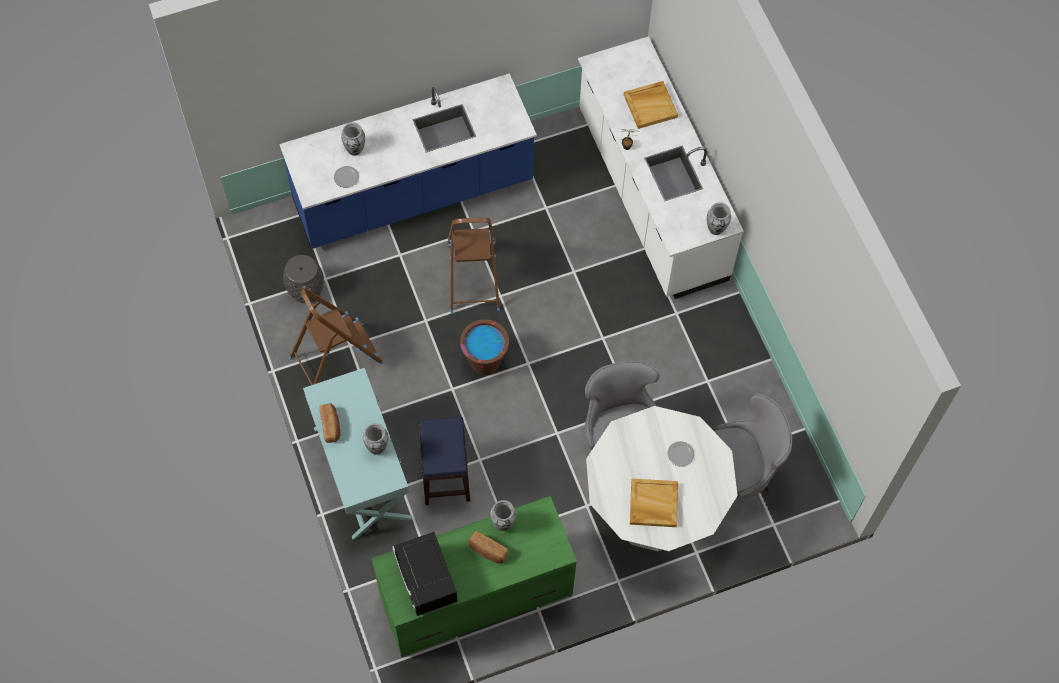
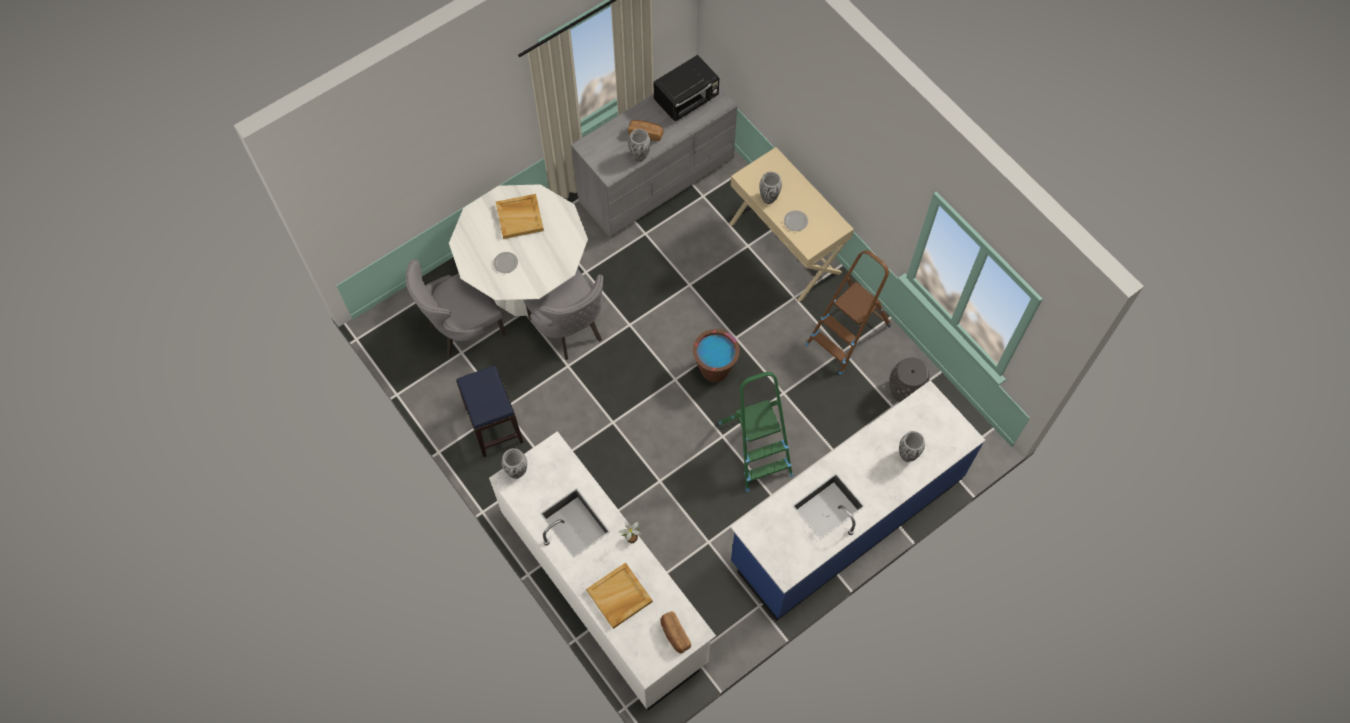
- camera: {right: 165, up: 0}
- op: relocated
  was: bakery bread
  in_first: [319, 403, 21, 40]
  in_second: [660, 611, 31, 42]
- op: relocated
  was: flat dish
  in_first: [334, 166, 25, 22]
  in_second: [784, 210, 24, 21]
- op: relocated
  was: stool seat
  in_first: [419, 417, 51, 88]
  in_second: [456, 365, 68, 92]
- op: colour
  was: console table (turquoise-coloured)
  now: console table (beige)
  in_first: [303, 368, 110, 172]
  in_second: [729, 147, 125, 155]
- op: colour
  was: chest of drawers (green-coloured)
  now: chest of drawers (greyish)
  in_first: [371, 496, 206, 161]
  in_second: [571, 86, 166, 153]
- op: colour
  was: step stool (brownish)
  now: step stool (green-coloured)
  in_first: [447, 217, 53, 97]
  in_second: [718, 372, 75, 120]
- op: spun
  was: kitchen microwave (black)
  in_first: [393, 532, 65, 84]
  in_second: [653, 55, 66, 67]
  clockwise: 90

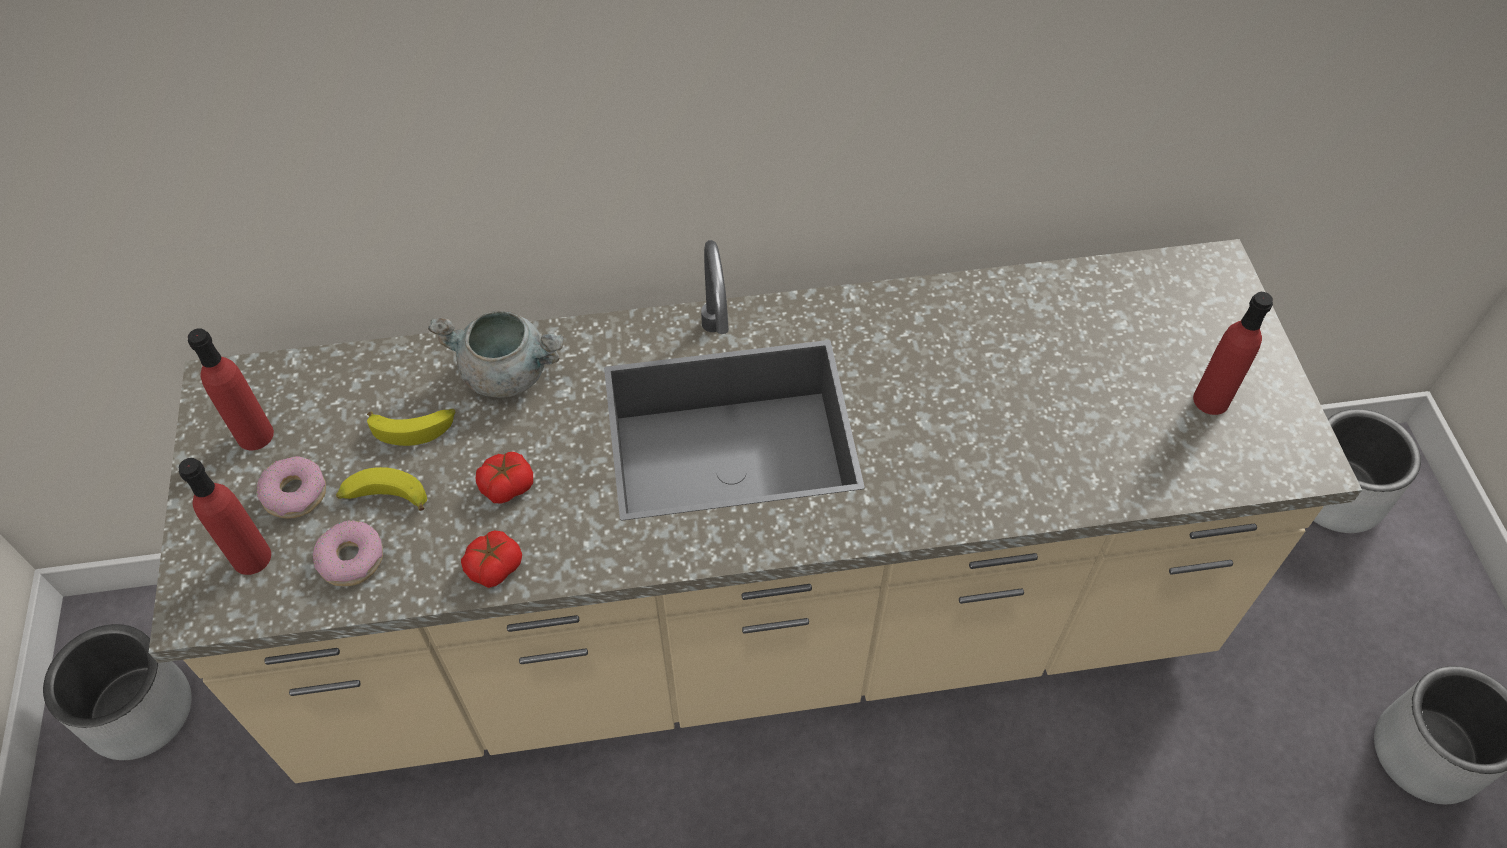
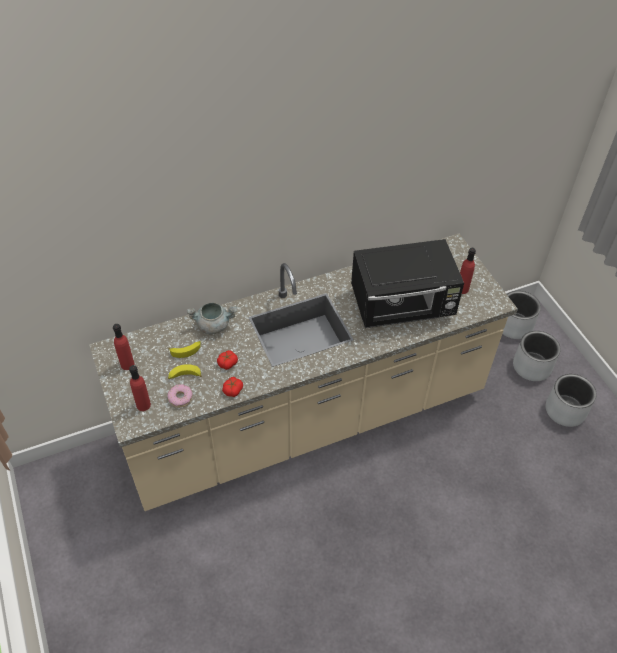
- camera: {right: -15, up: -5}
- op: missing
  was: doughnut
  in_first: [257, 456, 69, 63]
- op: appeared
  now: kitchen microwave (black)
  in_second: [351, 239, 113, 89]
- op: relocated
  was: plant pot (greyish)
  in_first: [43, 624, 149, 136]
  in_second: [513, 331, 48, 50]

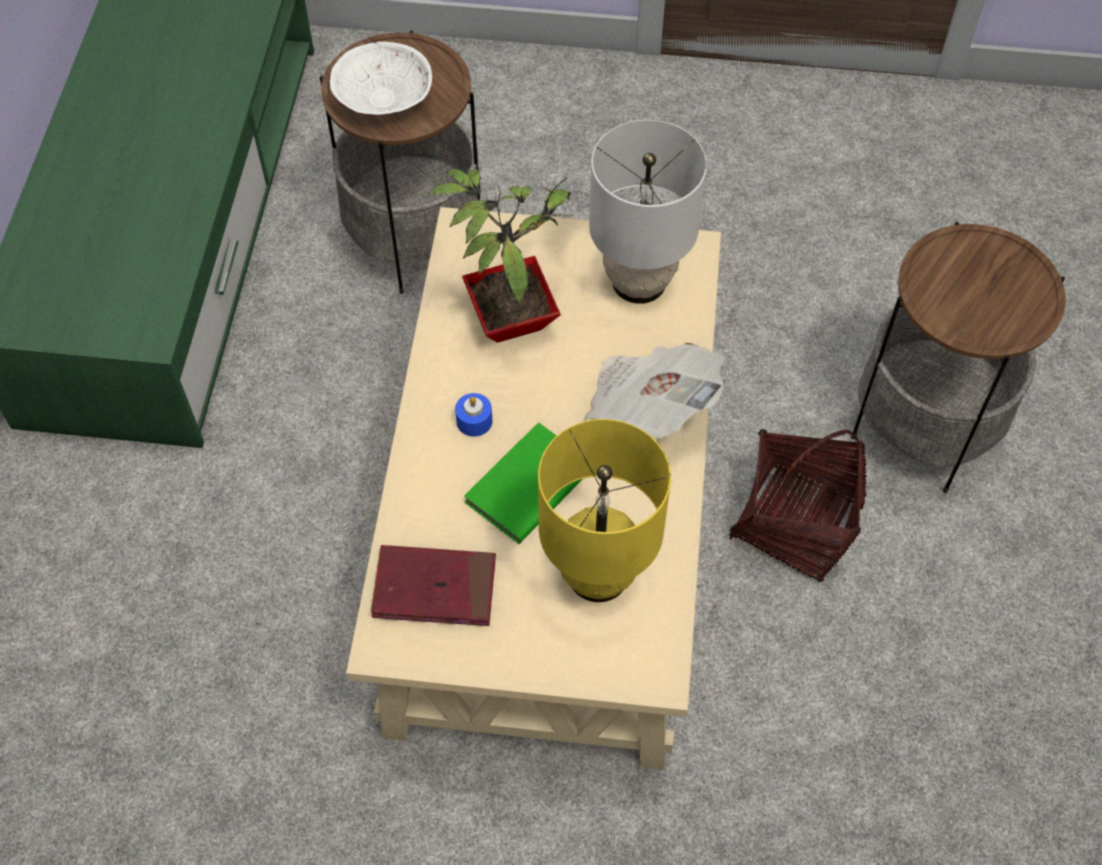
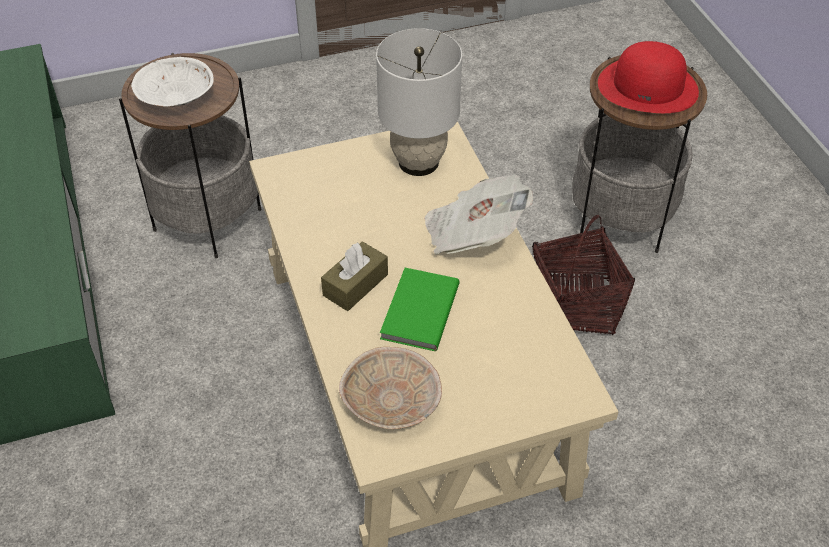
- camera: {right: -25, up: -10}
- op: missing
  was: plant in a pot
  in_first: [428, 168, 146, 175]
- op: missing
  was: table lamp (yellow)
  in_first: [538, 419, 133, 183]
- op: appeared
  now: wearable hat (red-coloured)
  in_second: [598, 41, 101, 72]
- op: exchanged
  was: volume (red-coloured)
  now: bowl (beige)
  in_first: [371, 545, 125, 81]
  in_second: [339, 347, 103, 82]
- op: exchanged
  was: wax candle (bluish)
  now: box of tissues (brownish)
  in_first: [455, 393, 37, 44]
  in_second: [321, 241, 67, 70]

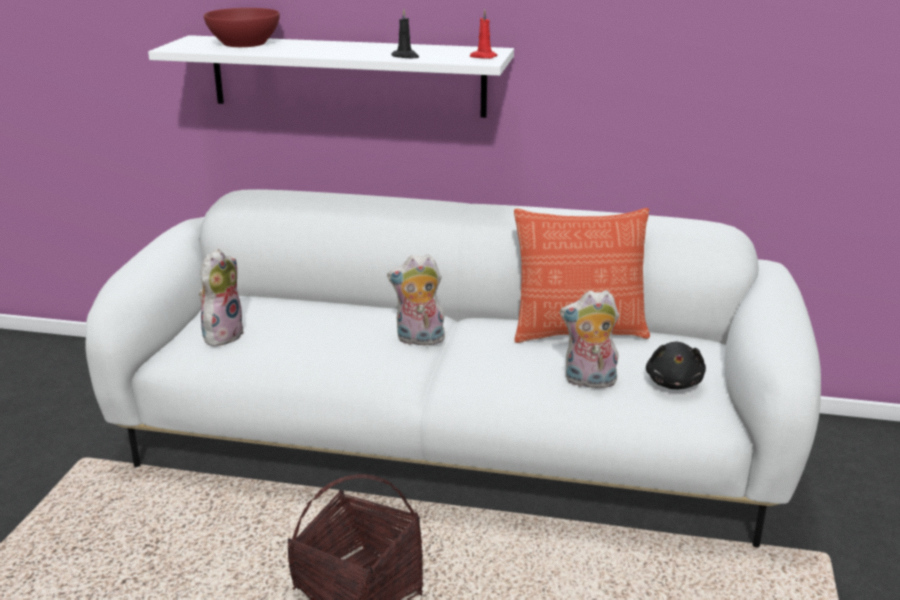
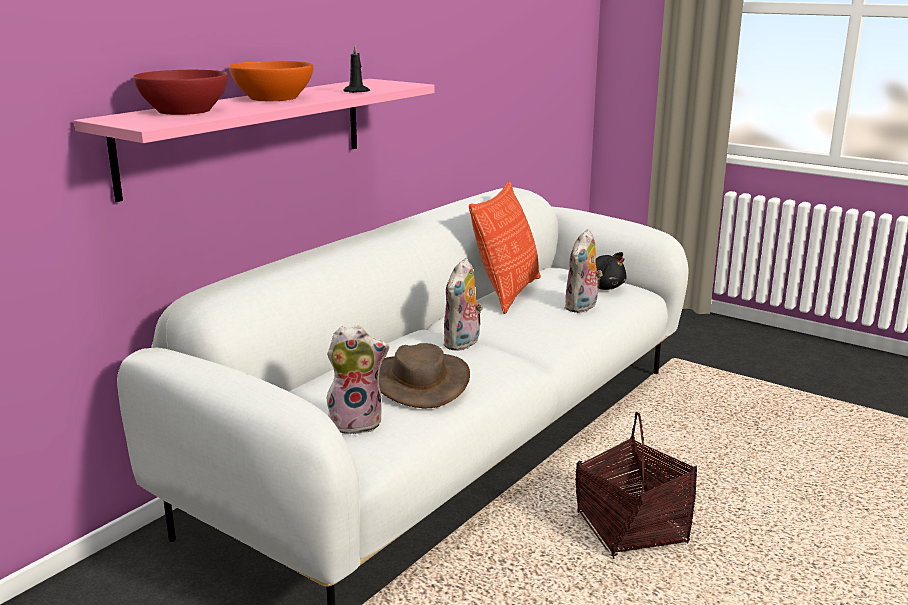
- camera: {right: -65, up: -5}
- op: missing
  was: wax candle (red-coloured)
  in_first: [470, 9, 28, 50]
- op: appeared
  now: bowl (orange-coloured)
  in_second: [229, 61, 84, 40]
- op: appeared
  now: wearable hat (brownish)
  in_second: [379, 343, 91, 66]
- op: colour
  was: shelf (white)
  now: shelf (pink-coloured)
  in_first: [148, 35, 366, 83]
  in_second: [74, 79, 361, 123]
- op: spun
  was: cuddly toy
  in_first: [199, 249, 45, 97]
  in_second: [327, 326, 62, 109]
  clockwise: 120

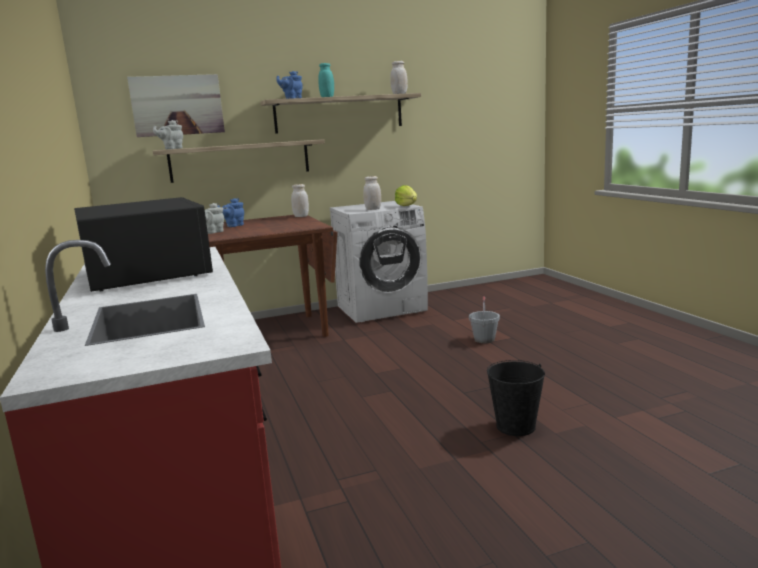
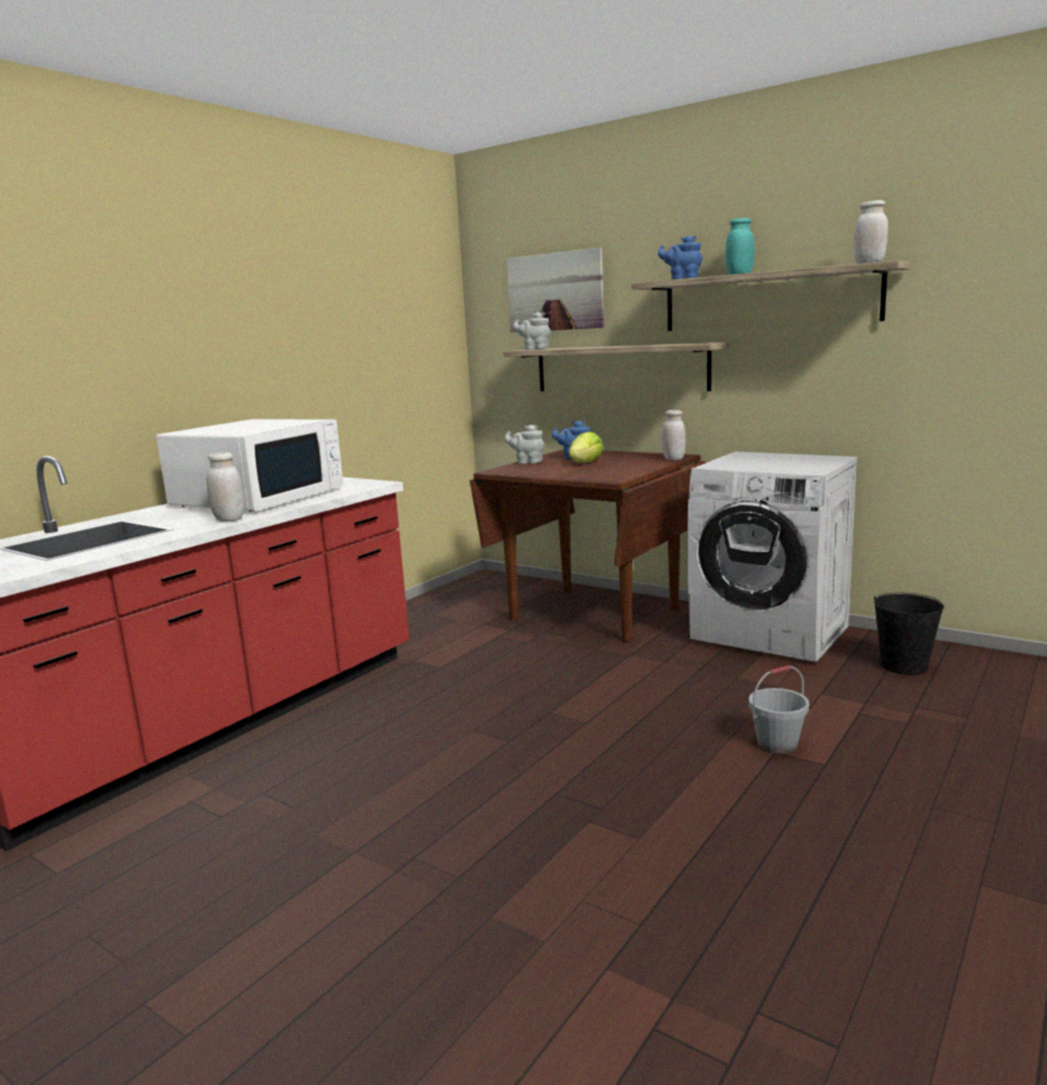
- camera: {right: 55, up: 0}
- op: relocated
  was: preserve jar (white)
  in_first: [363, 176, 18, 34]
  in_second: [206, 452, 38, 70]
- op: relocated
  was: lettuce
  in_first: [395, 185, 22, 21]
  in_second: [569, 431, 34, 32]
- op: relocated
  was: water bucket (black)
  in_first: [487, 360, 58, 76]
  in_second: [874, 592, 70, 83]
- op: colour
  was: kitchen microwave (black)
  now: kitchen microwave (white)
  in_first: [74, 197, 139, 95]
  in_second: [156, 419, 187, 93]

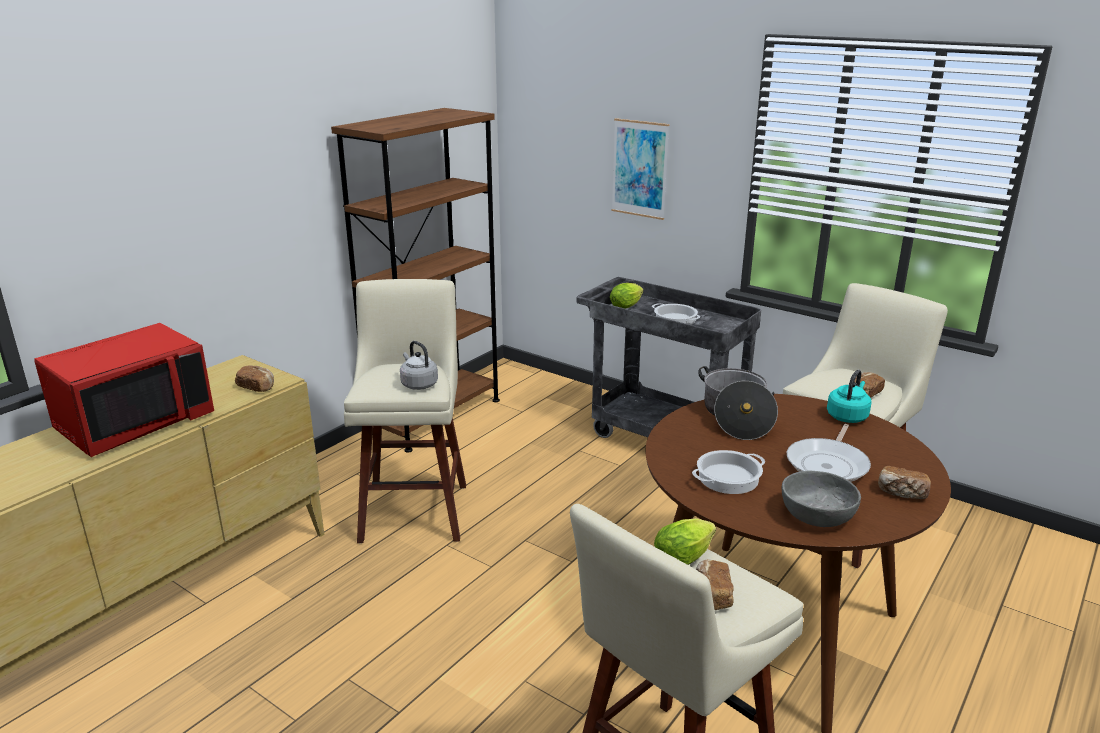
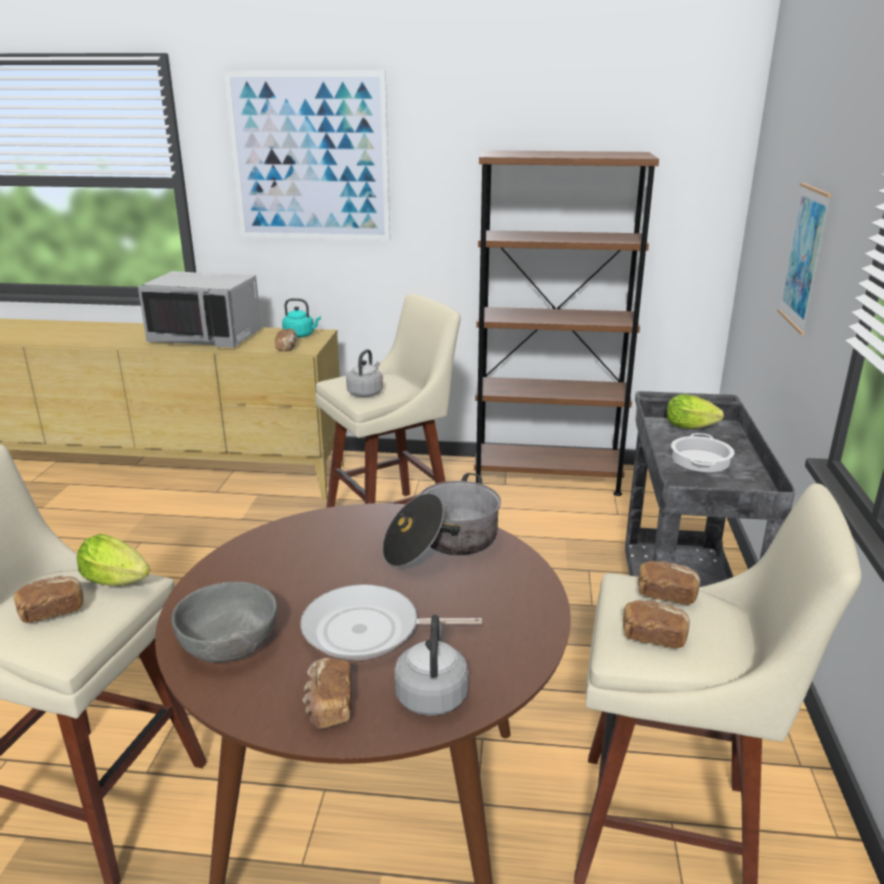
- camera: {right: 60, up: 0}
- op: missing
  was: stockpot
  in_first: [692, 450, 73, 44]
- op: appeared
  now: wall art
  in_second: [224, 71, 166, 169]
- op: appeared
  now: water kettle (greyish)
  in_second: [394, 615, 75, 101]
- op: appeared
  now: bakery bread
  in_second: [638, 561, 62, 44]
- op: relocated
  was: water kettle (turquoise-coloured)
  in_first: [827, 370, 45, 53]
  in_second: [282, 298, 39, 40]
- op: colour
  was: kitchen microwave (red-coloured)
  now: kitchen microwave (greyish)
  in_first: [34, 323, 180, 134]
  in_second: [138, 271, 123, 76]

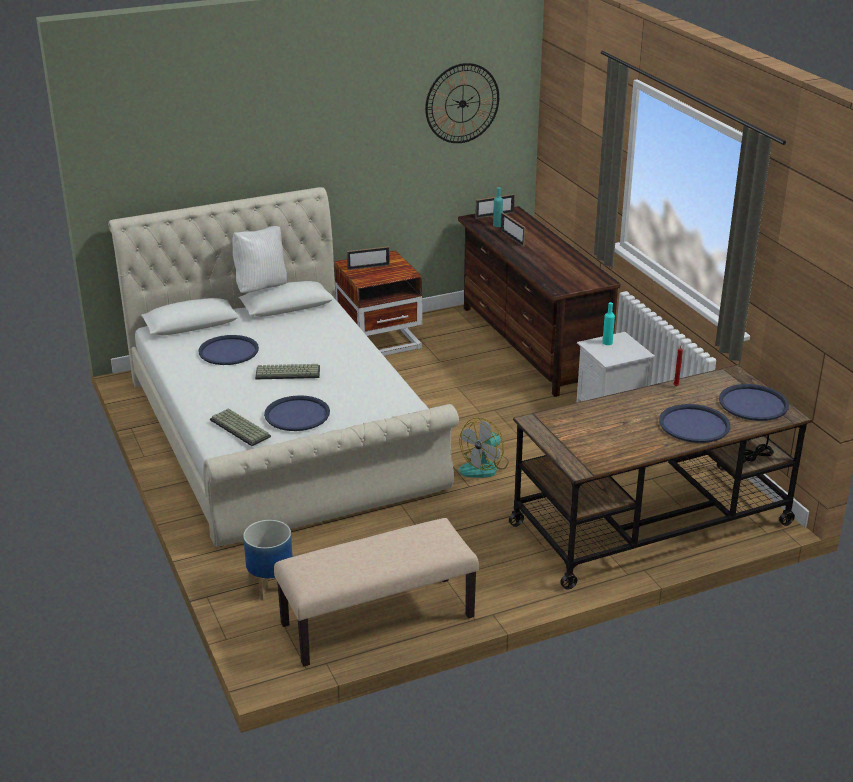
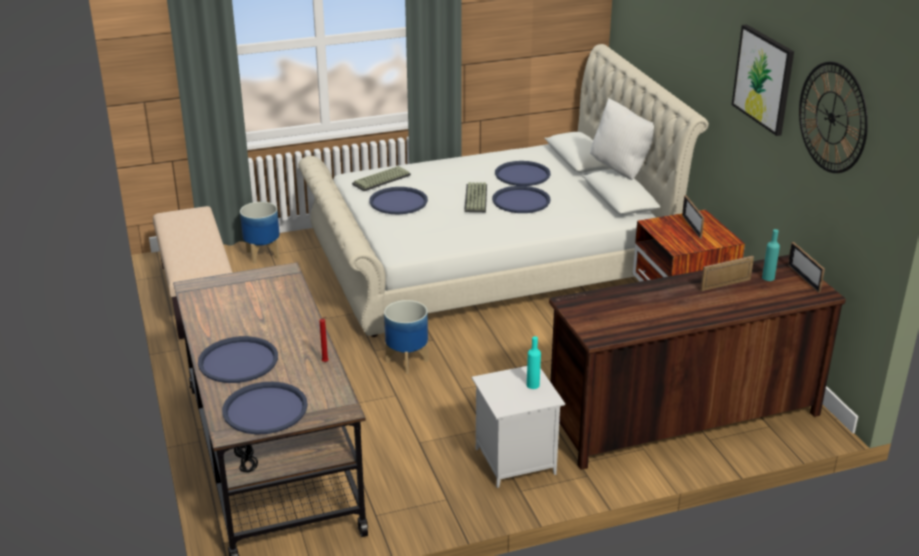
- camera: {right: 95, up: 0}
- op: appeared
  now: carrying tray (bluish)
  in_second: [492, 186, 59, 27]
- op: appeared
  now: wall art
  in_second: [732, 24, 62, 112]
- op: exchanged
  was: fan
  now: plant pot
  in_first: [458, 418, 51, 60]
  in_second: [384, 300, 44, 74]

